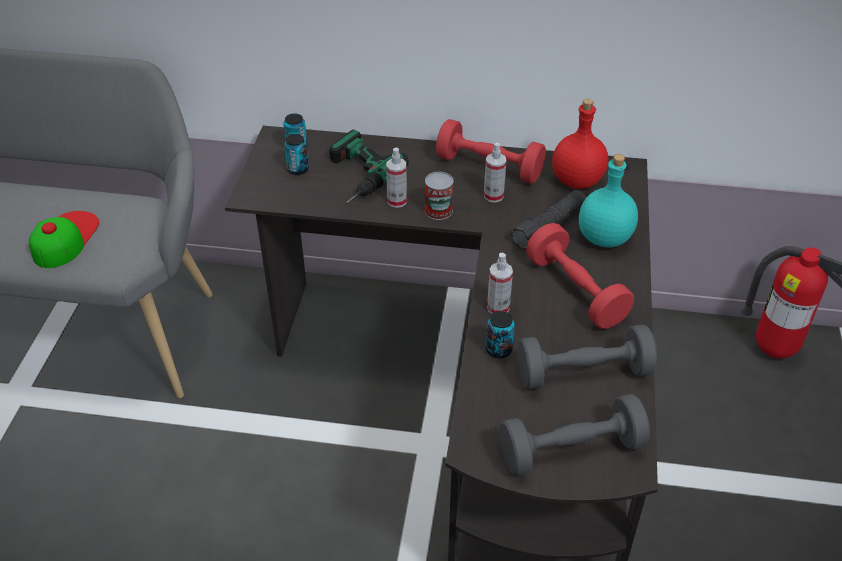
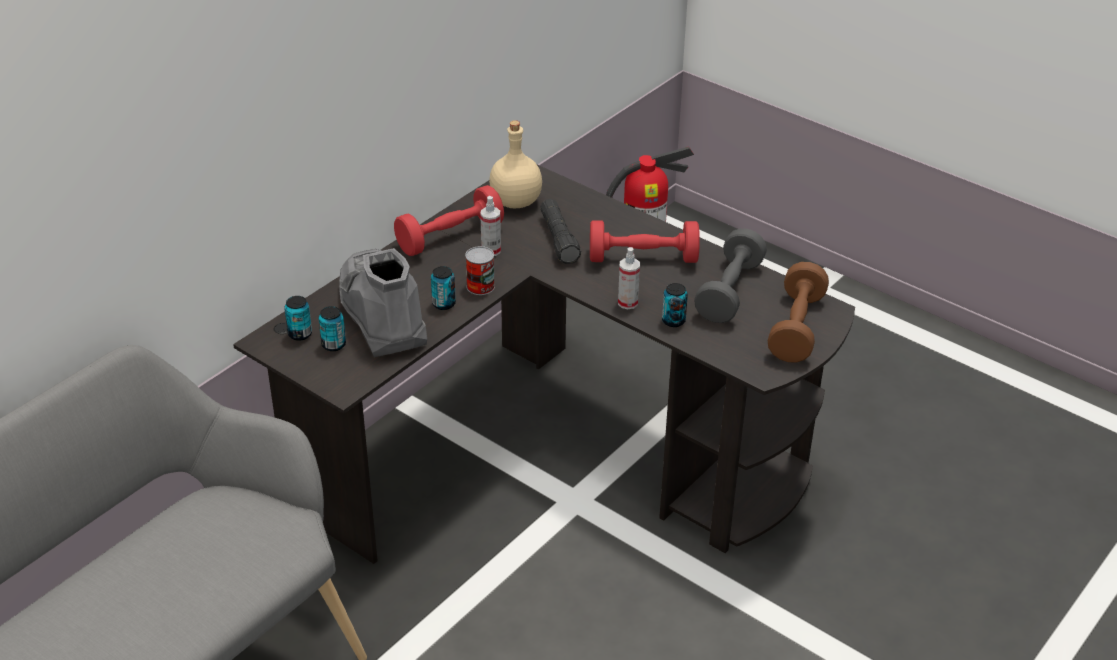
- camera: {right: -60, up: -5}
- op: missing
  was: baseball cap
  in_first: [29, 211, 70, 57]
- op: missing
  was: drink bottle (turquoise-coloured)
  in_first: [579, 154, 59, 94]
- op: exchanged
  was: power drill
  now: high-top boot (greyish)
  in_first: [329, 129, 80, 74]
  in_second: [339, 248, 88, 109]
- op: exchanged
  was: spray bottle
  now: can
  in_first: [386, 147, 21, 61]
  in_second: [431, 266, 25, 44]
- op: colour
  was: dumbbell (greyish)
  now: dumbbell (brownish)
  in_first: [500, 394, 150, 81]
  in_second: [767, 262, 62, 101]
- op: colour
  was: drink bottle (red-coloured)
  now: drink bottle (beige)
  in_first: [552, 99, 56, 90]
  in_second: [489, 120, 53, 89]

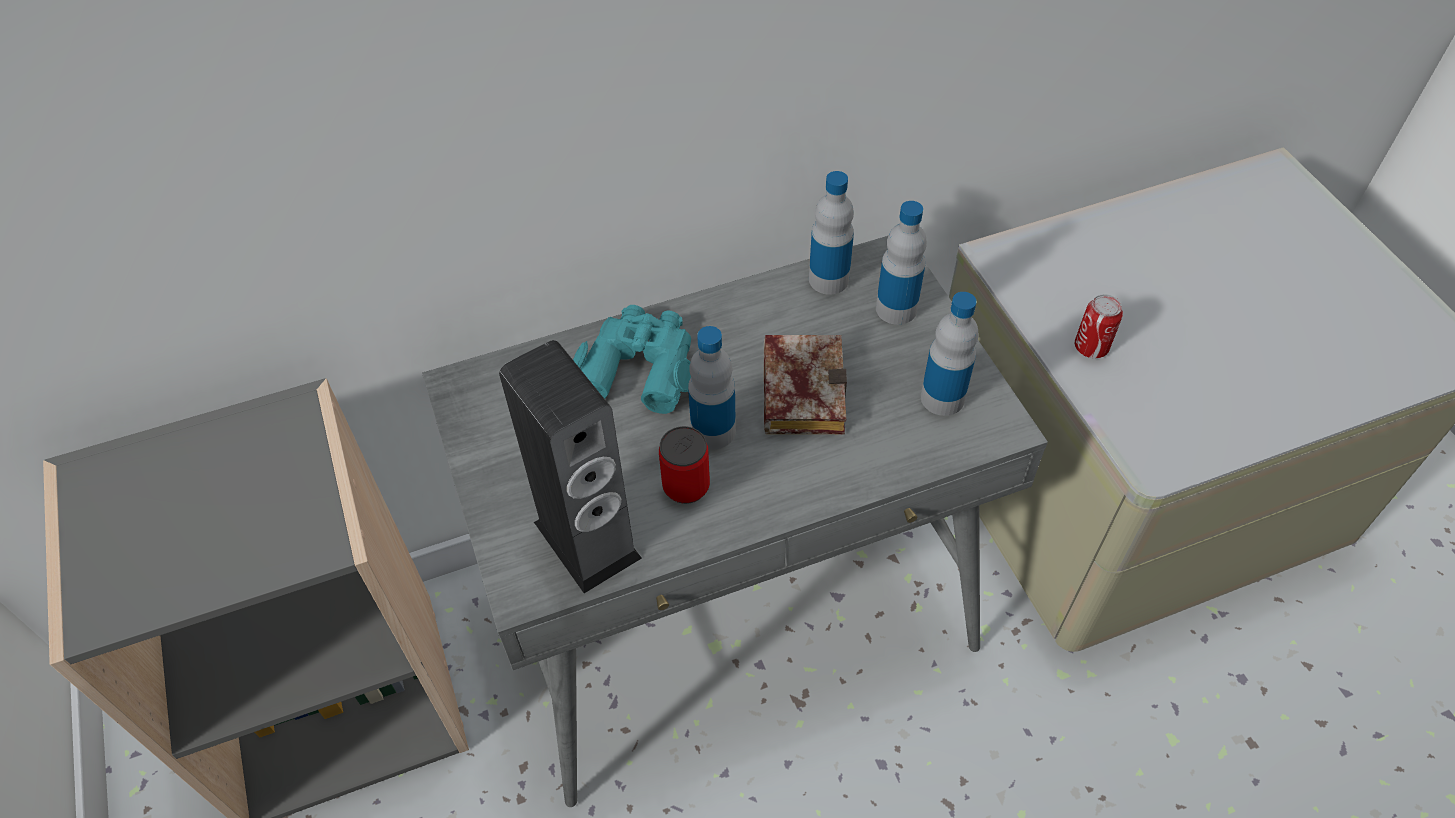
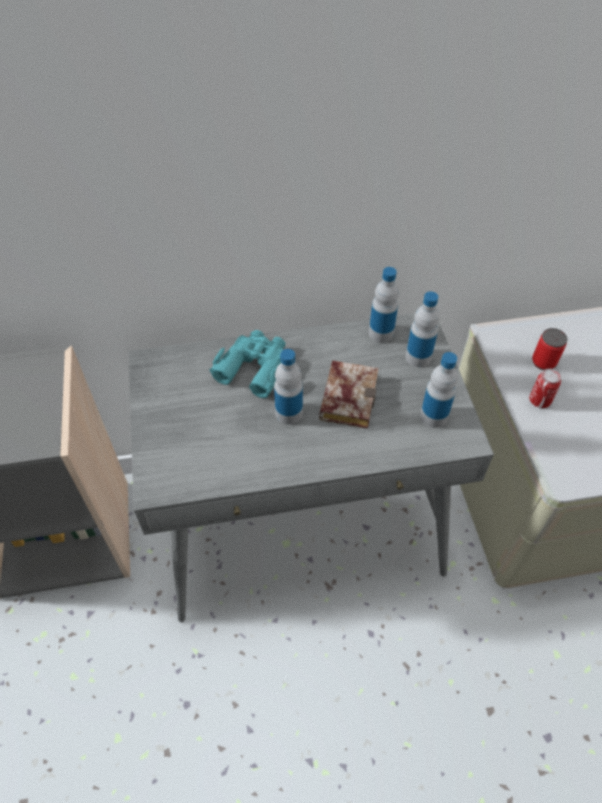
- camera: {right: 10, up: 0}
- op: missing
  was: speaker
  in_first: [499, 340, 143, 253]
- op: relocated
  was: can
  in_first: [659, 426, 51, 78]
  in_second: [532, 328, 36, 42]

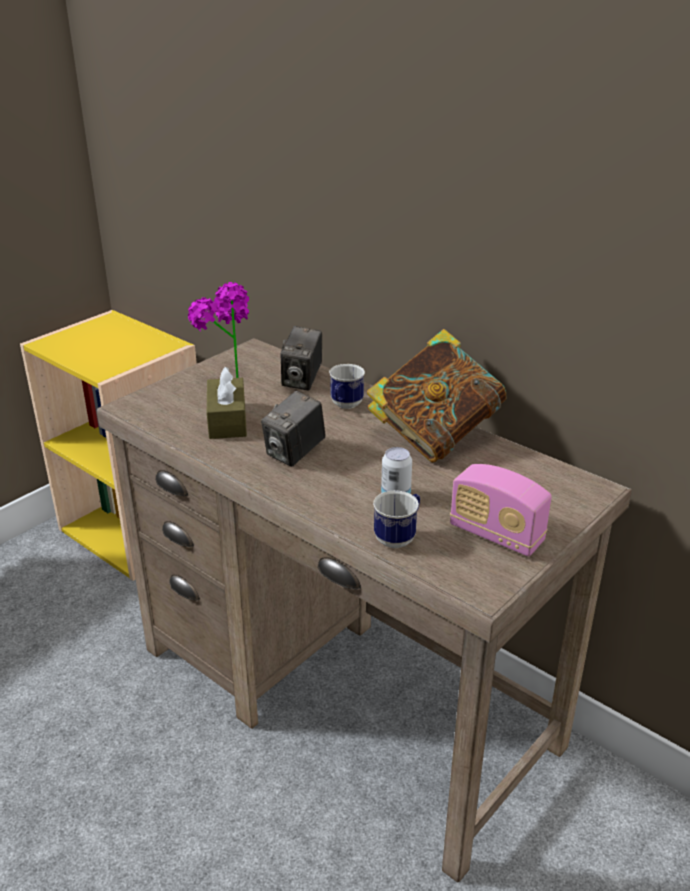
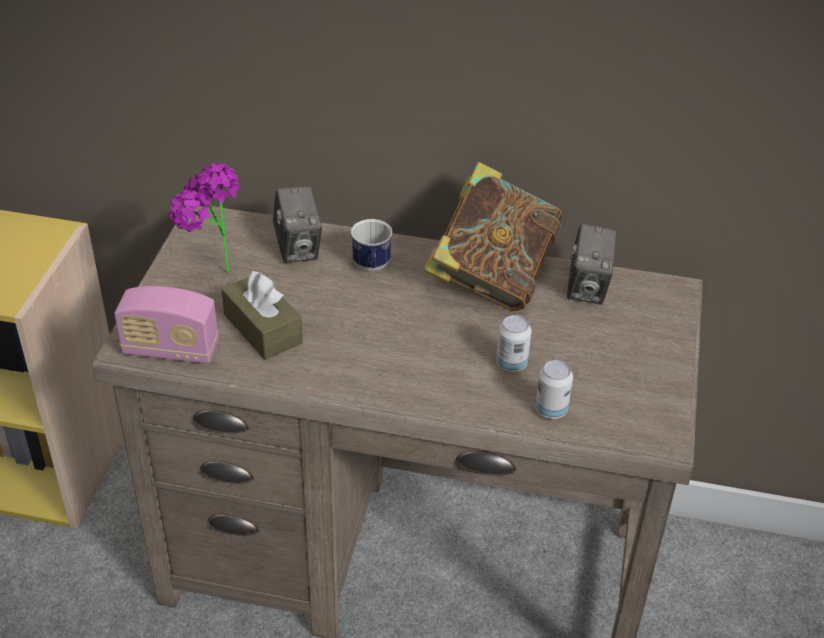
- camera: {right: -30, up: 10}
- op: relocated
  was: still camera
  in_first: [261, 391, 65, 76]
  in_second: [567, 224, 50, 80]
- op: relocated
  was: radio
  in_first: [450, 464, 102, 93]
  in_second: [114, 286, 104, 78]
- op: exchanged
  was: coffee mug
  now: can
  in_first: [373, 490, 47, 58]
  in_second: [535, 360, 38, 59]

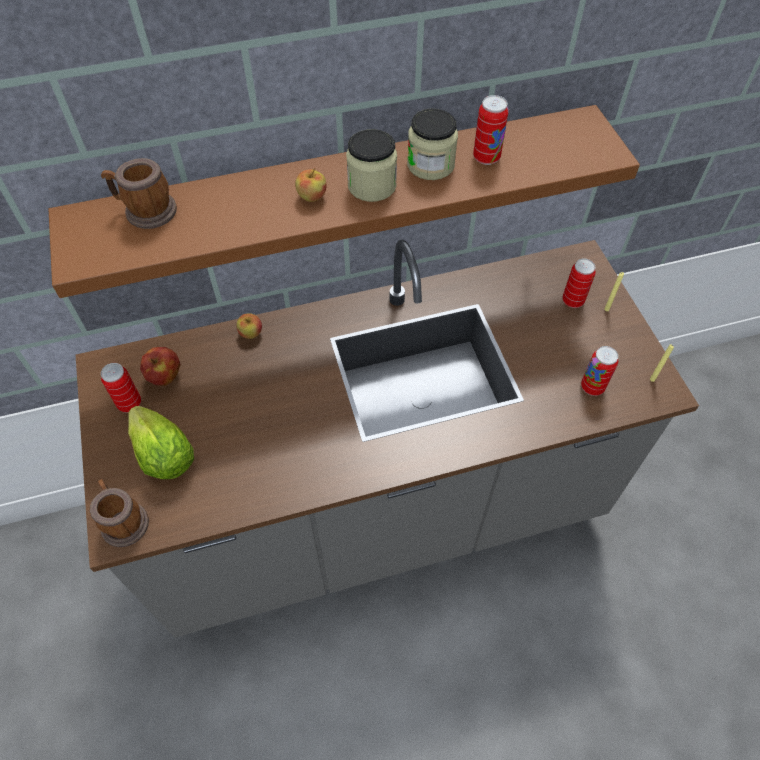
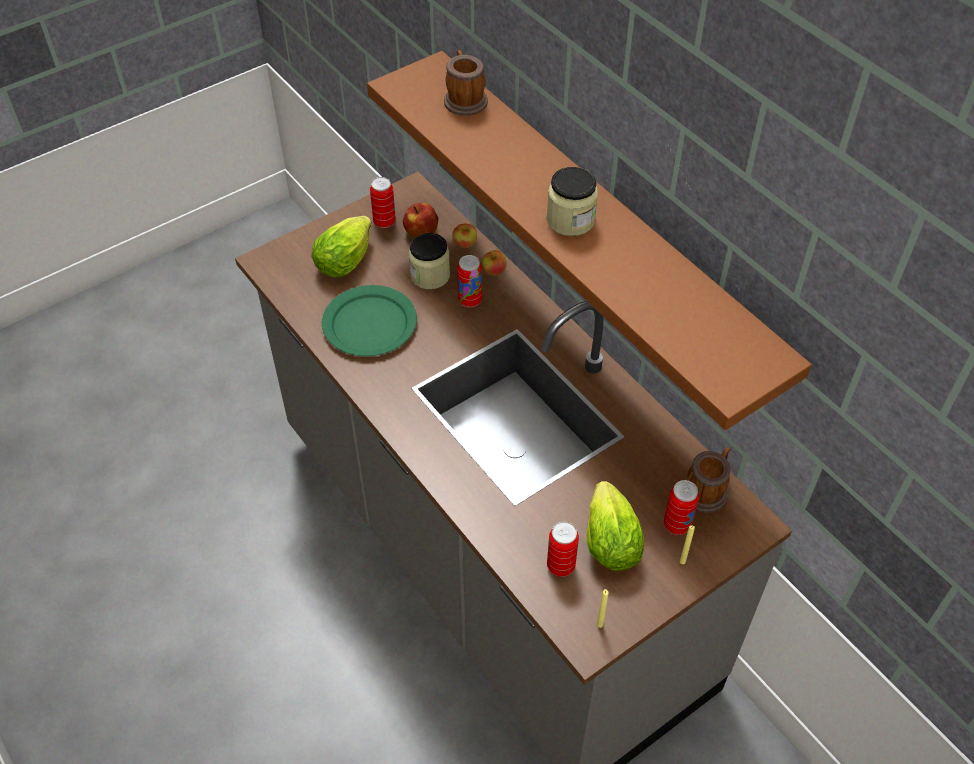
- camera: {right: 70, up: -5}
- op: appeared
  now: flat dish (green-coloured)
  in_second: [322, 285, 95, 71]
- op: appeared
  now: lettuce
  in_second: [587, 481, 57, 90]
- op: relocated
  was: coffee mug
  in_first: [90, 479, 59, 68]
  in_second: [685, 447, 46, 66]
- op: relocated
  was: whole apple
  in_first: [295, 168, 31, 34]
  in_second: [452, 223, 25, 25]
- op: relocated
  was: preserve jar
  in_first: [407, 109, 51, 71]
  in_second: [409, 233, 41, 56]
- op: relocated
  was: can
  in_first: [473, 95, 35, 70]
  in_second: [457, 255, 25, 52]

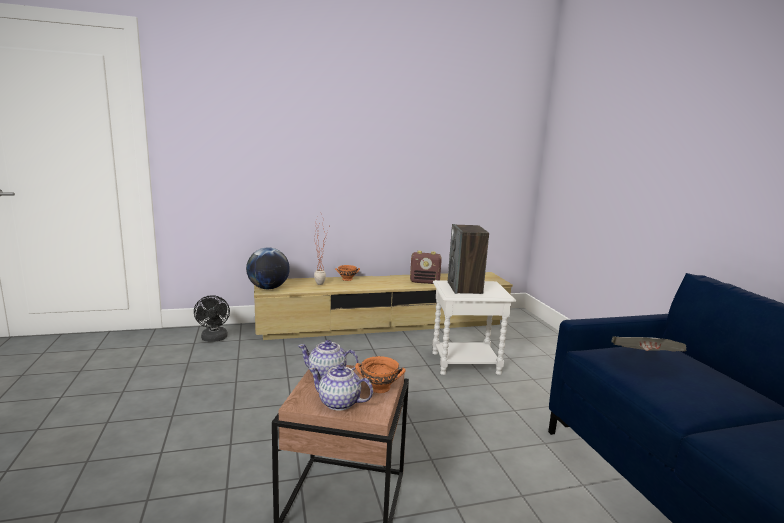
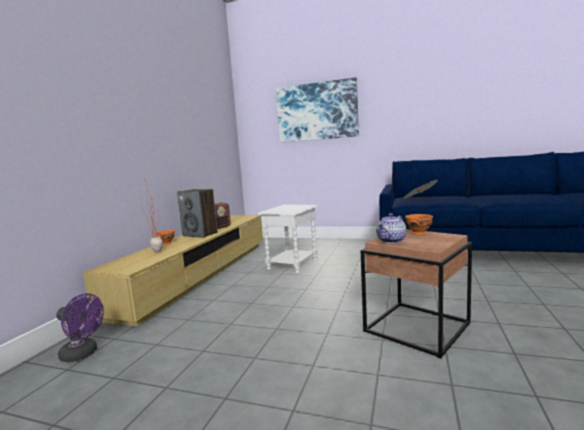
- camera: {right: -55, up: -5}
- op: missing
  was: globe
  in_first: [246, 248, 44, 41]
- op: missing
  was: tea pot
  in_first: [309, 365, 64, 46]
- op: appeared
  now: wall art
  in_second: [276, 77, 83, 66]
- op: relocated
  was: speaker
  in_first: [448, 224, 41, 70]
  in_second: [177, 189, 41, 49]
- op: colour
  was: fan (black)
  now: fan (purplish)
  in_first: [194, 295, 36, 47]
  in_second: [56, 293, 48, 69]

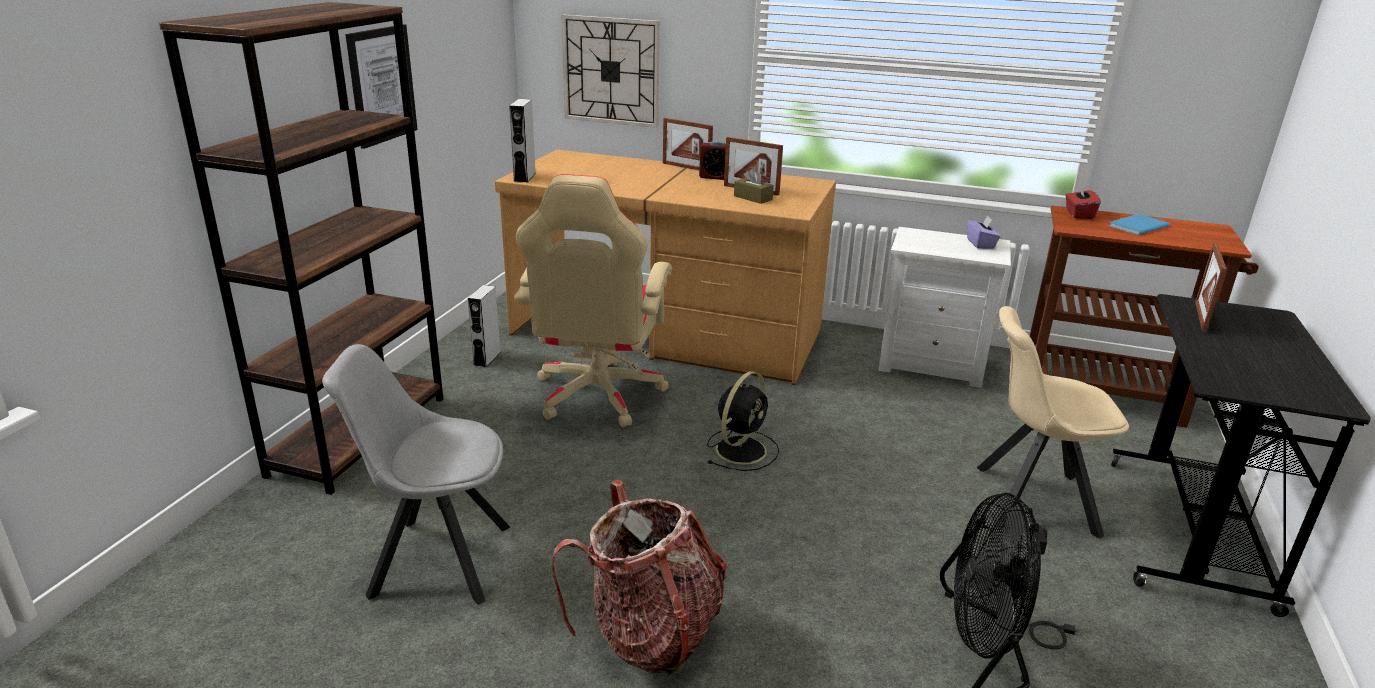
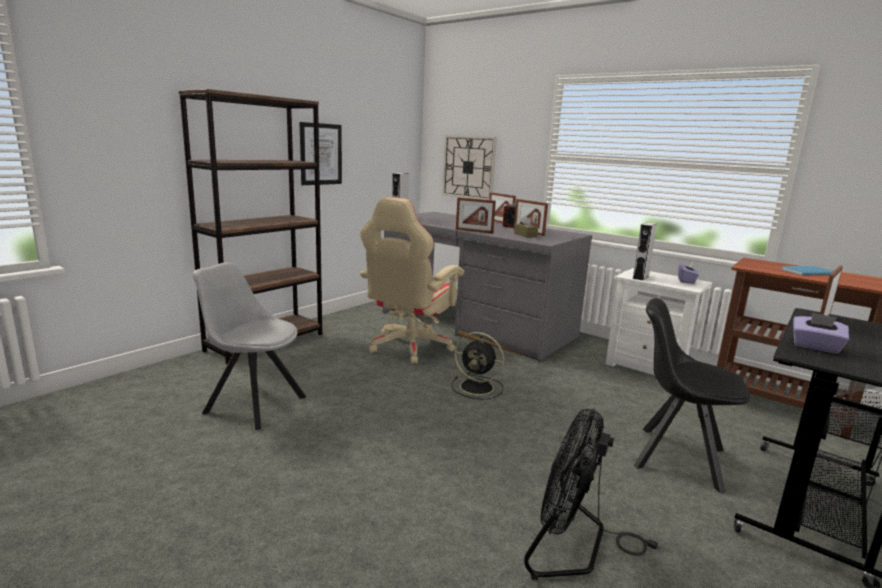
- camera: {right: 20, up: -10}
- op: missing
  was: rucksack
  in_first: [551, 479, 176, 195]
- op: missing
  was: box of tissues (red-coloured)
  in_first: [1066, 185, 35, 34]
- op: appeared
  now: photo frame
  in_second: [456, 197, 40, 37]
- op: appeared
  now: box of tissues (purplish)
  in_second: [793, 313, 56, 41]
- op: relocated
  was: speaker (greyish)
  in_first: [468, 285, 33, 83]
  in_second: [633, 222, 24, 59]
- op: colour
  was: desk (brownish)
  now: desk (greyish)
  in_first: [495, 150, 341, 235]
  in_second: [383, 212, 209, 150]
- op: colour
  was: upright chair (beige)
  now: upright chair (black)
  in_first: [977, 306, 152, 233]
  in_second: [634, 298, 116, 195]
- op: spun
  was: fan (black)
  in_first: [707, 371, 72, 100]
  in_second: [452, 332, 52, 68]
  clockwise: 60

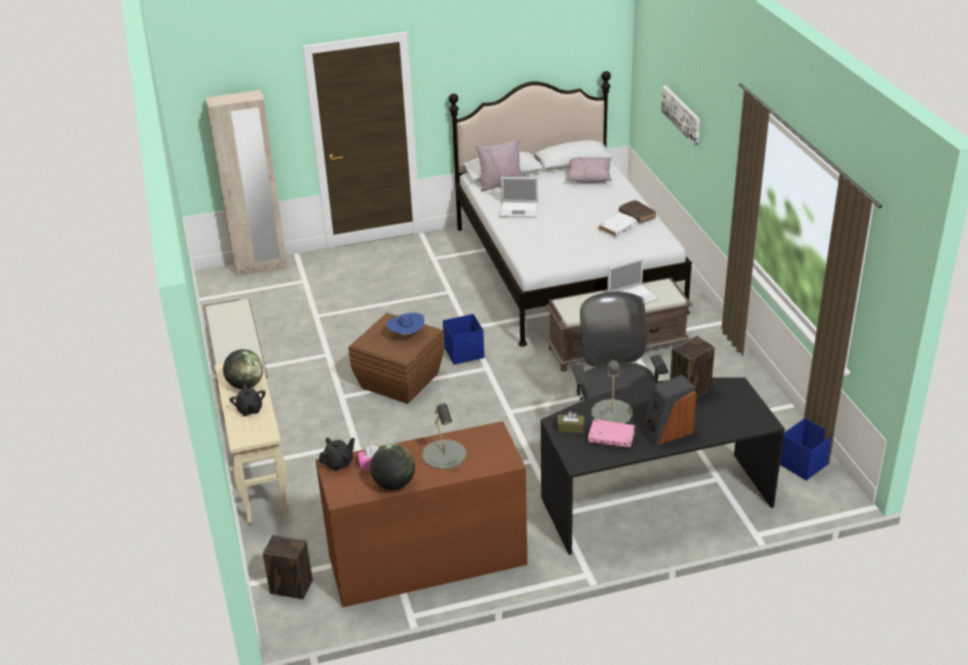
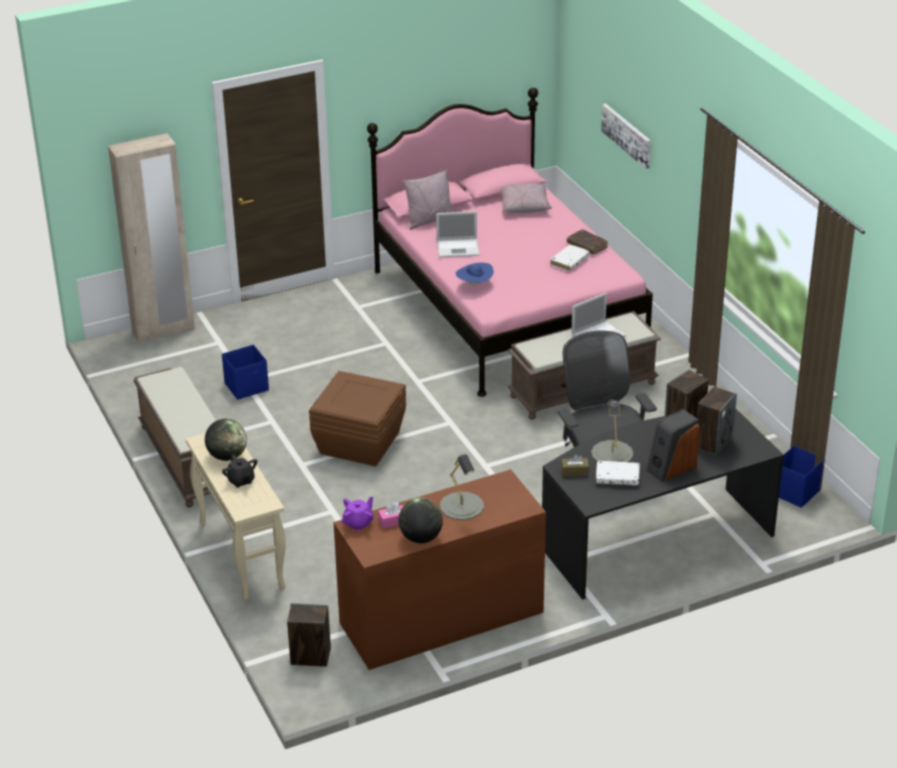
- camera: {right: -10, up: 0}
- op: appeared
  now: speaker
  in_second: [697, 387, 40, 69]
- op: relocated
  was: wearable hat (bluish)
  in_first: [386, 313, 38, 24]
  in_second: [456, 262, 38, 25]
- op: relocated
  was: storage box (bluish)
  in_first: [443, 314, 41, 51]
  in_second: [222, 345, 47, 55]
- op: colour
  was: tea pot (black)
  now: tea pot (purplish)
  in_first: [319, 438, 36, 33]
  in_second: [342, 497, 32, 34]
- op: colour
  was: sleeping bed (white)
  now: sleeping bed (pink-coloured)
  in_first: [449, 71, 243, 276]
  in_second: [367, 88, 286, 309]
- op: colour
  was: volume (pink-coloured)
  now: volume (white)
  in_first: [588, 419, 47, 29]
  in_second: [596, 461, 44, 24]

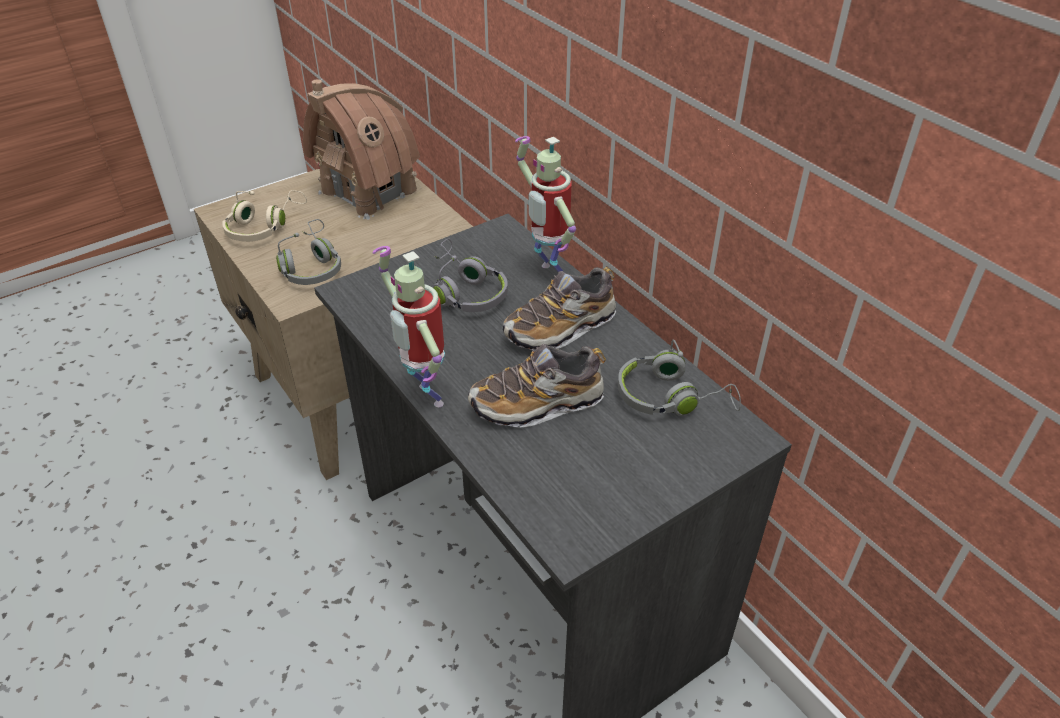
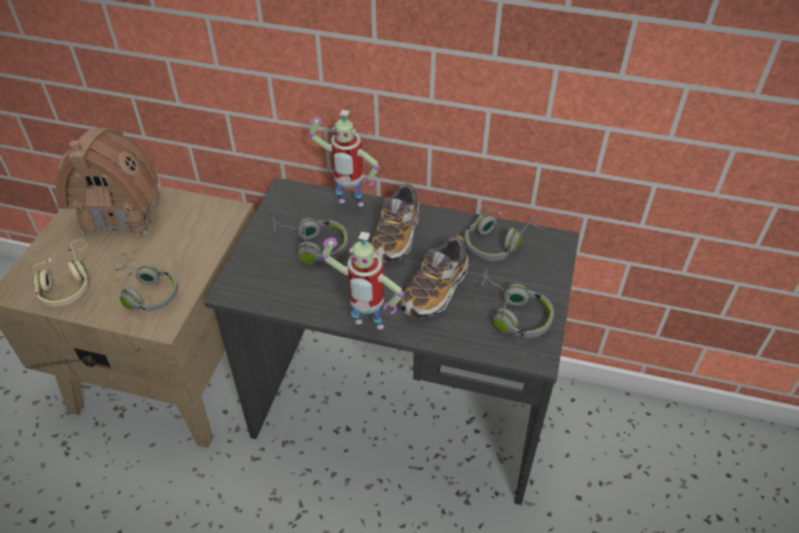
- camera: {right: -40, up: 5}
- op: appeared
  now: headset (greyish)
  in_second: [479, 268, 75, 70]

